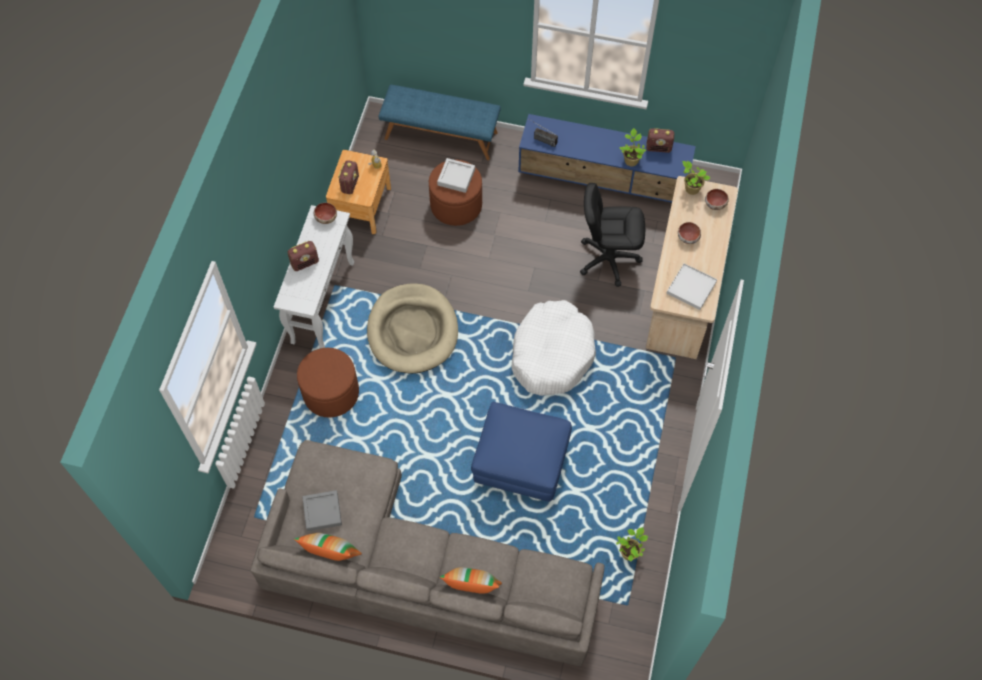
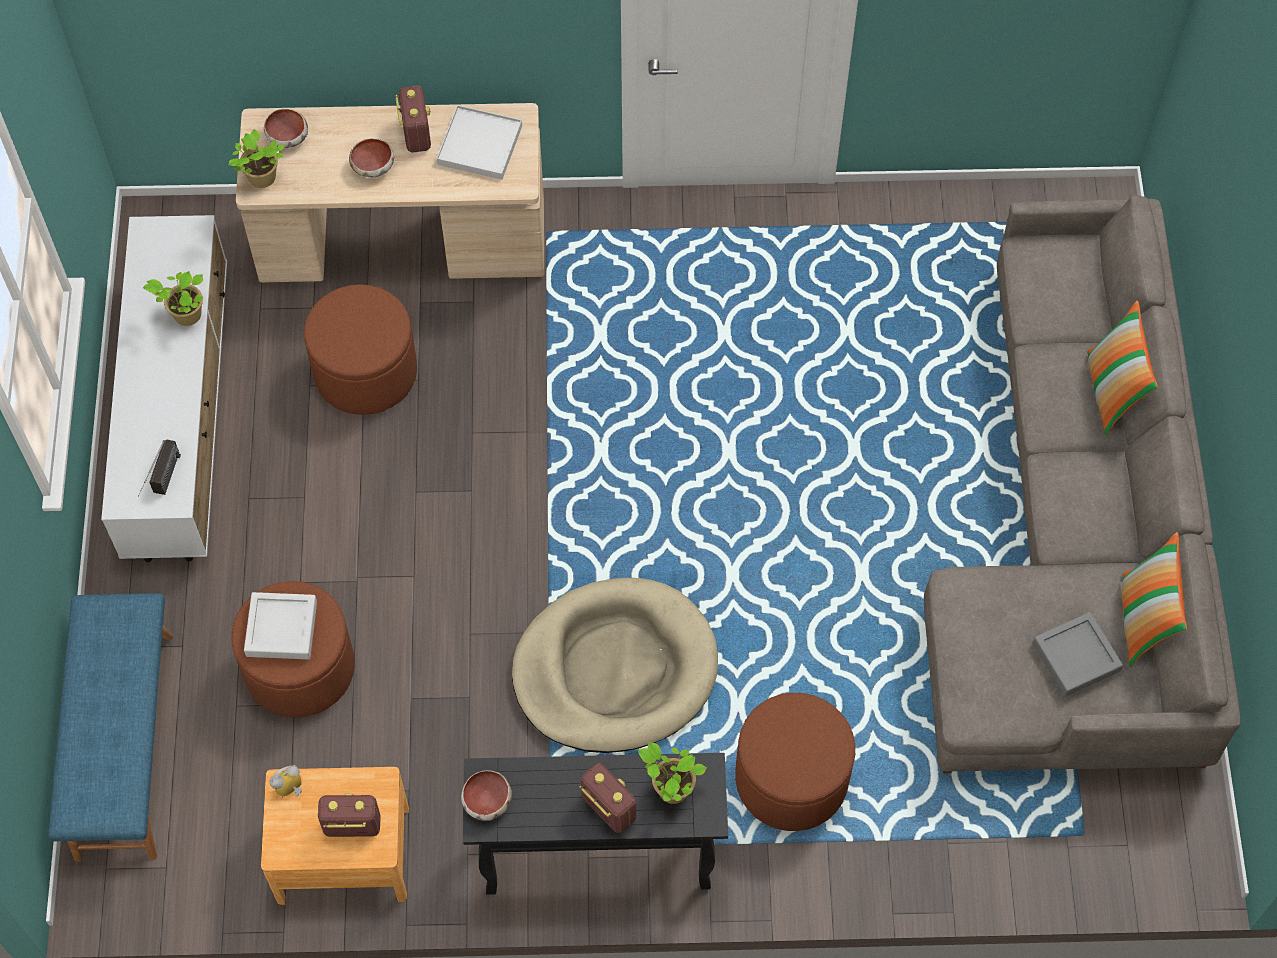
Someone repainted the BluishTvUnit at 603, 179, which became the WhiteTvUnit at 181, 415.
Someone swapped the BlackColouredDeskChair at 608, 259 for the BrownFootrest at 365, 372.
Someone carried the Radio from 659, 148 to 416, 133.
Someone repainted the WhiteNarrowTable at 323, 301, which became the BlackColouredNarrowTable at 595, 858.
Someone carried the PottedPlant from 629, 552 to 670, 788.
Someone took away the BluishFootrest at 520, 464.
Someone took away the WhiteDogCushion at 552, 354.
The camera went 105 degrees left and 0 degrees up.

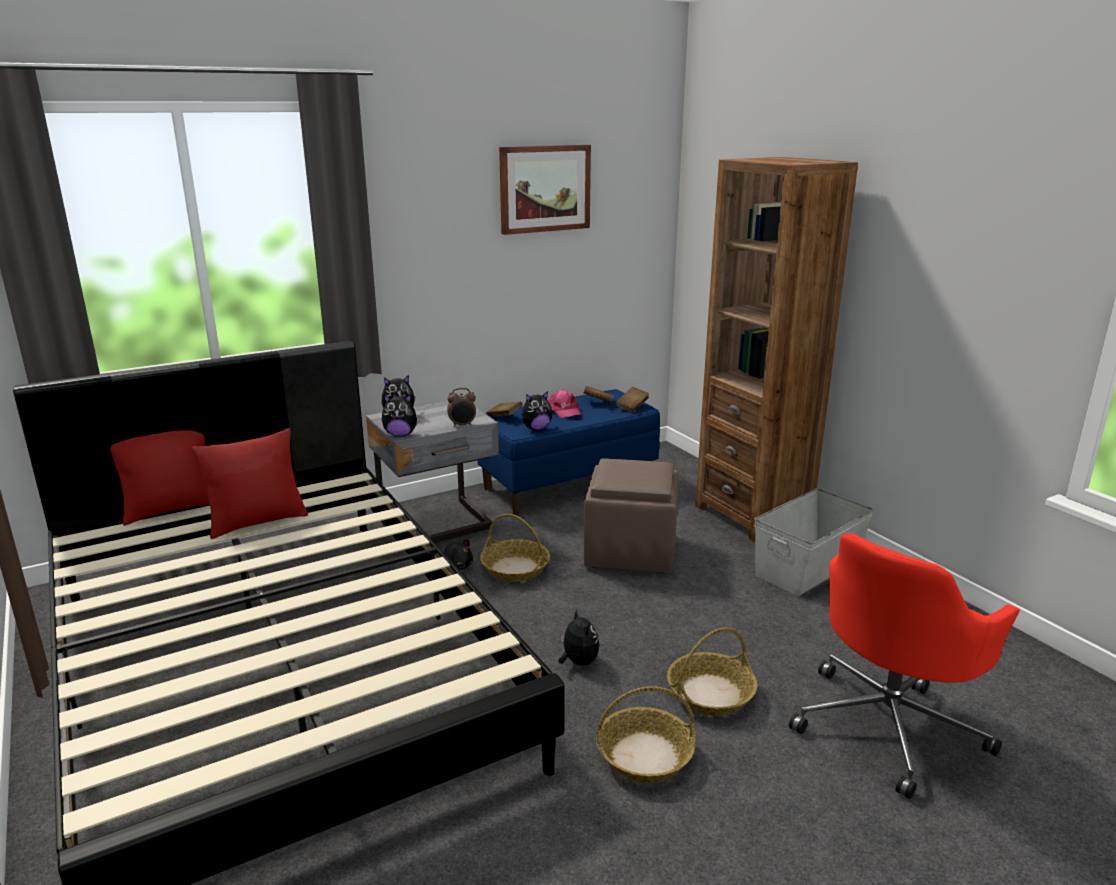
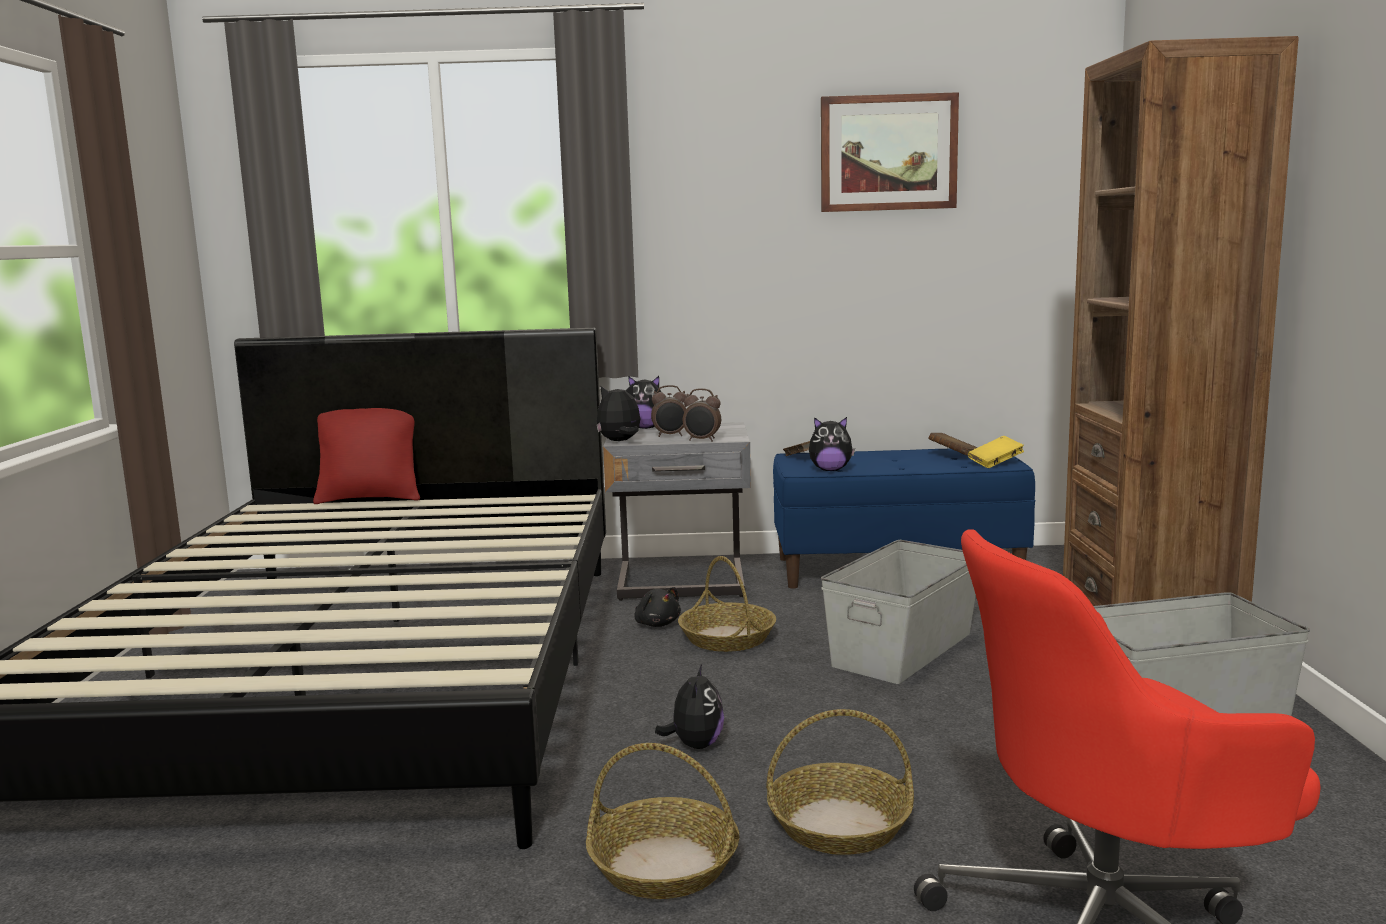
Someone rotated the SoftToy at 401, 435 by 135 degrees clockwise.
Someone put down the AlarmClock at 670, 436.
Someone swapped the BrownFootrest at 629, 552 for the GreyStorageBox at 901, 649.
Someone repainted the BrownBook at 632, 407, which became the YellowishBook at 995, 463.
Someone took away the RedColouredPillow at 257, 522.
Someone took away the PinkishBaseballCap at 564, 410.
The camera went 30 degrees right and 10 degrees down.

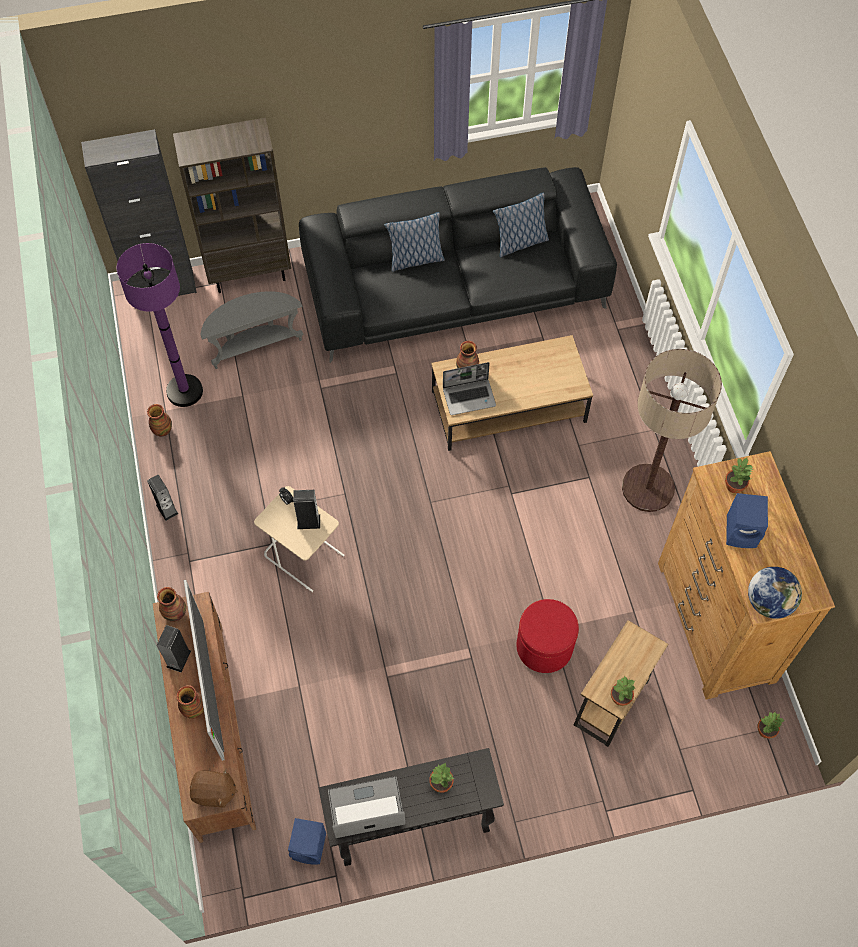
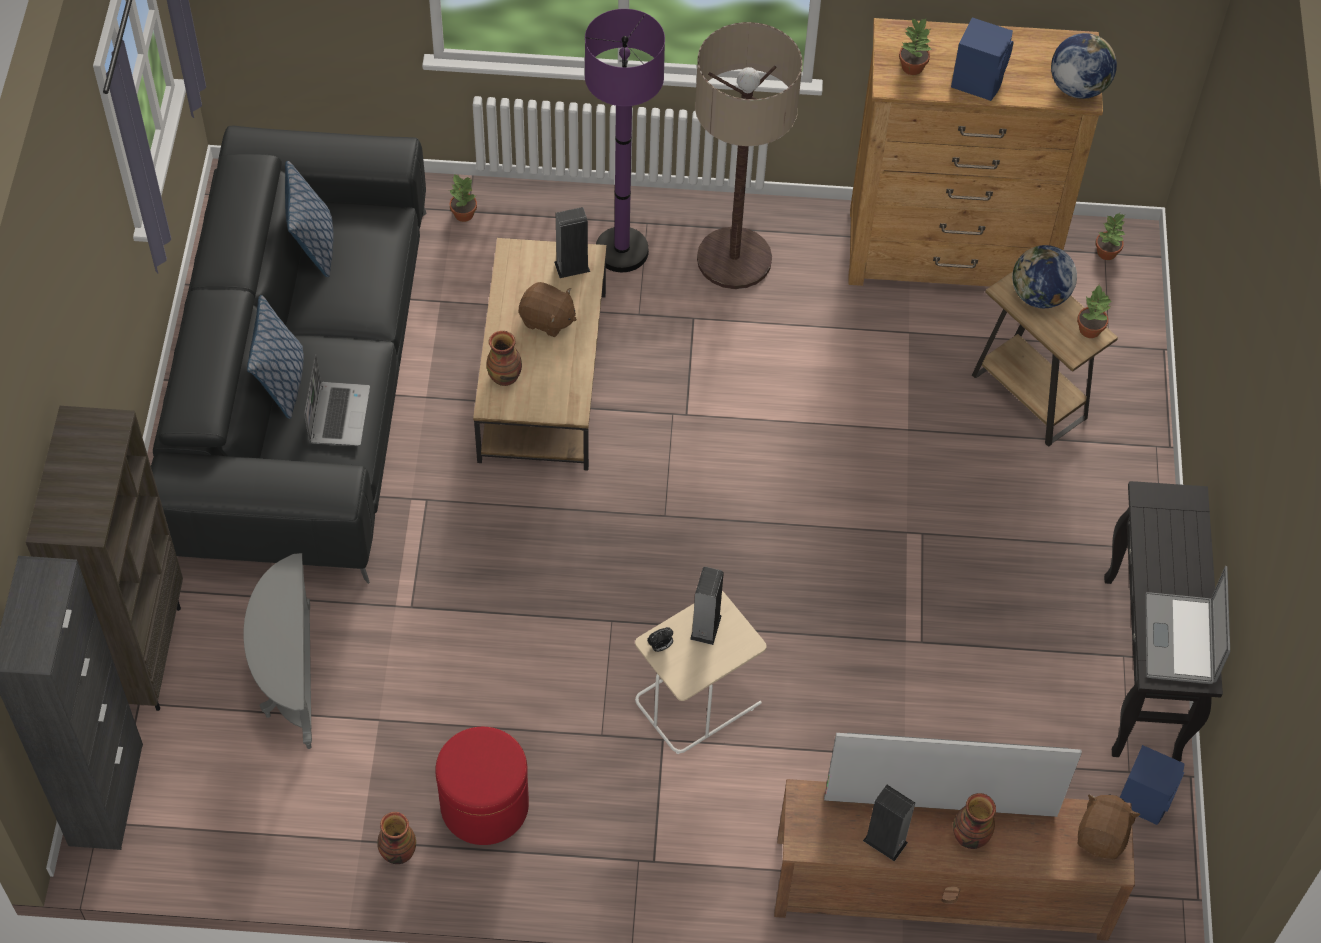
Someone carried the PortableComputer from 469, 397 to 338, 414.
Someone carried the RedColouredFootrest from 544, 647 to 484, 806.
Someone carried the PottedPlant from 441, 783 to 463, 214.
Someone put down the BrownSoftToy at 547, 320.
Someone carried the AudioSpeaker from 167, 509 to 572, 266.
Someone carried the PurpleStandingLamp from 184, 391 to 621, 251.
Someone put down the DeskGlobe at 1039, 296.
Someone took away the DecorativeVase at 176, 613.
The camera went 75 degrees left and 5 degrees down.

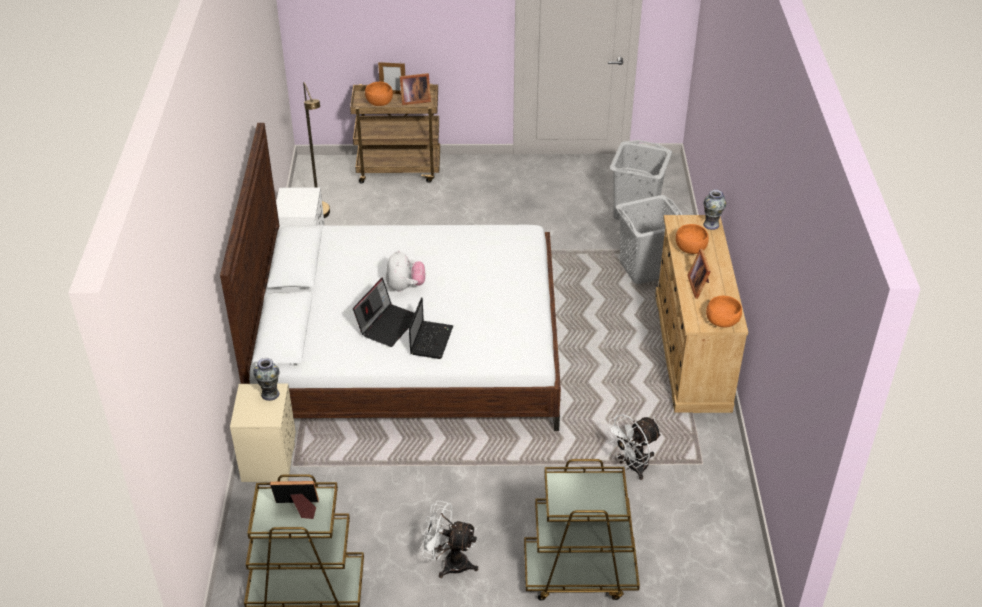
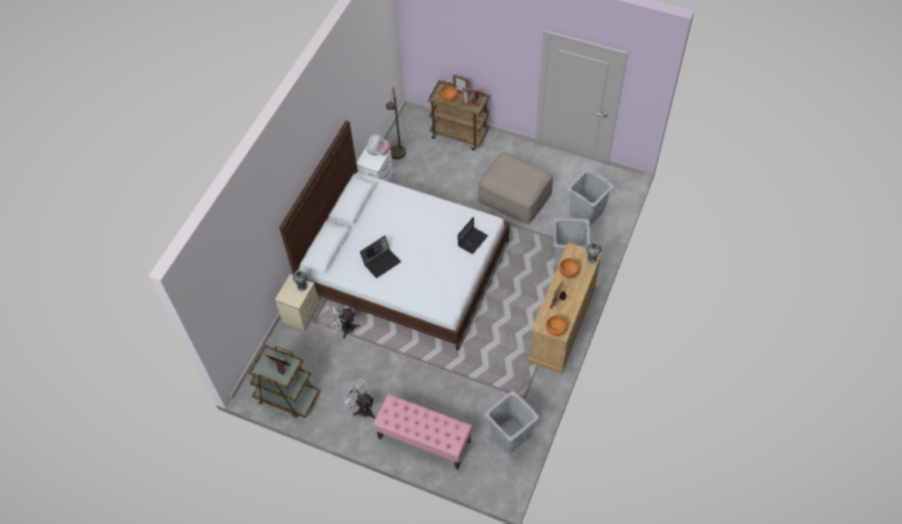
Someone carried the WhiteElectricFan from 632, 467 to 344, 329.
Someone carried the SoftToy from 405, 286 to 378, 153.
Someone swapped the BrownTrolley at 579, 573 for the PinkishBench at 423, 440.
Someone carried the PortableComputer from 431, 339 to 473, 240.
Someone put down the BeigeFootrest at 514, 196.
Someone put down the GreyHamper at 510, 435.
The camera went 25 degrees right and 15 degrees up.

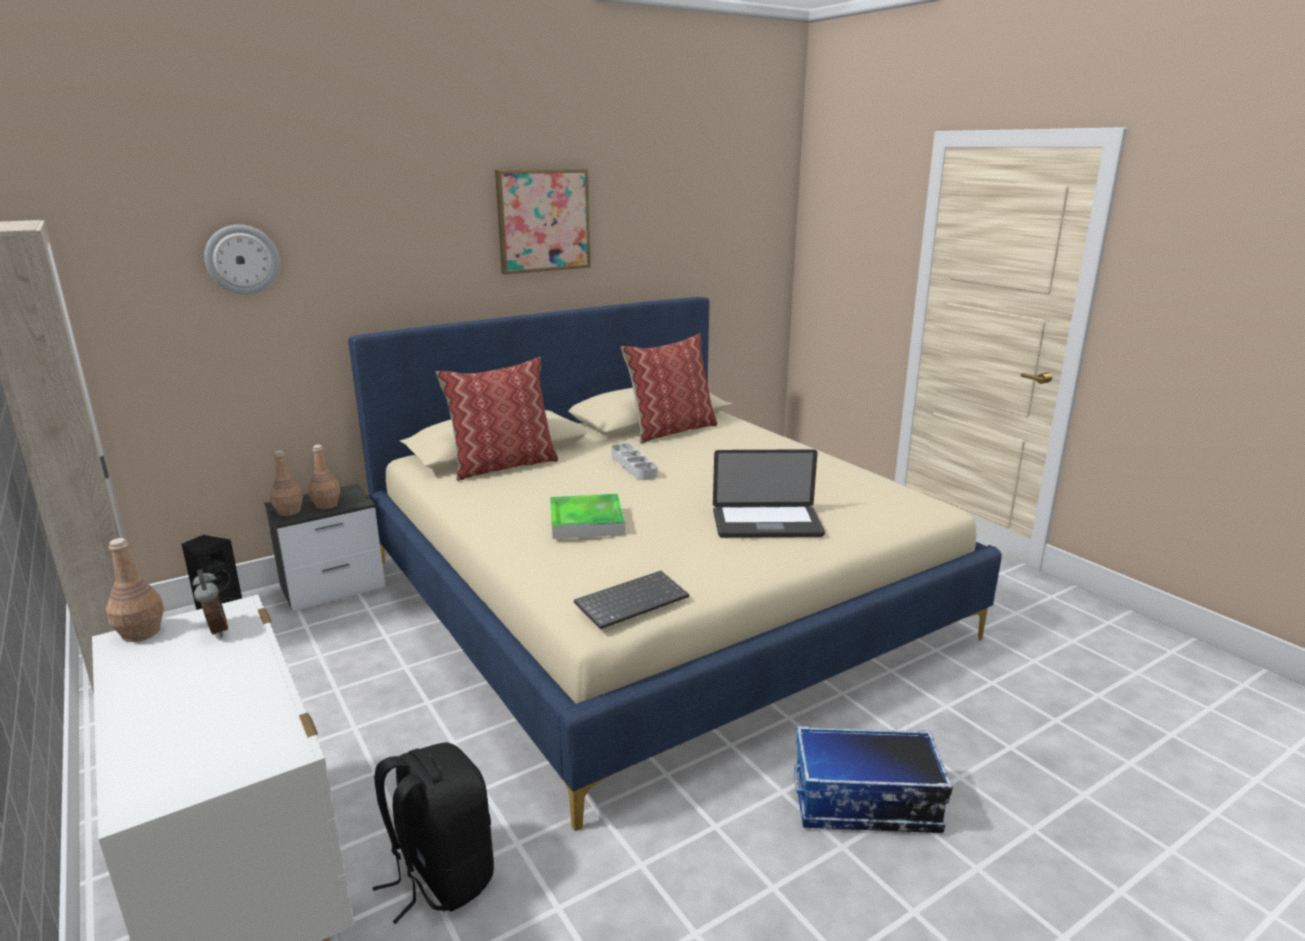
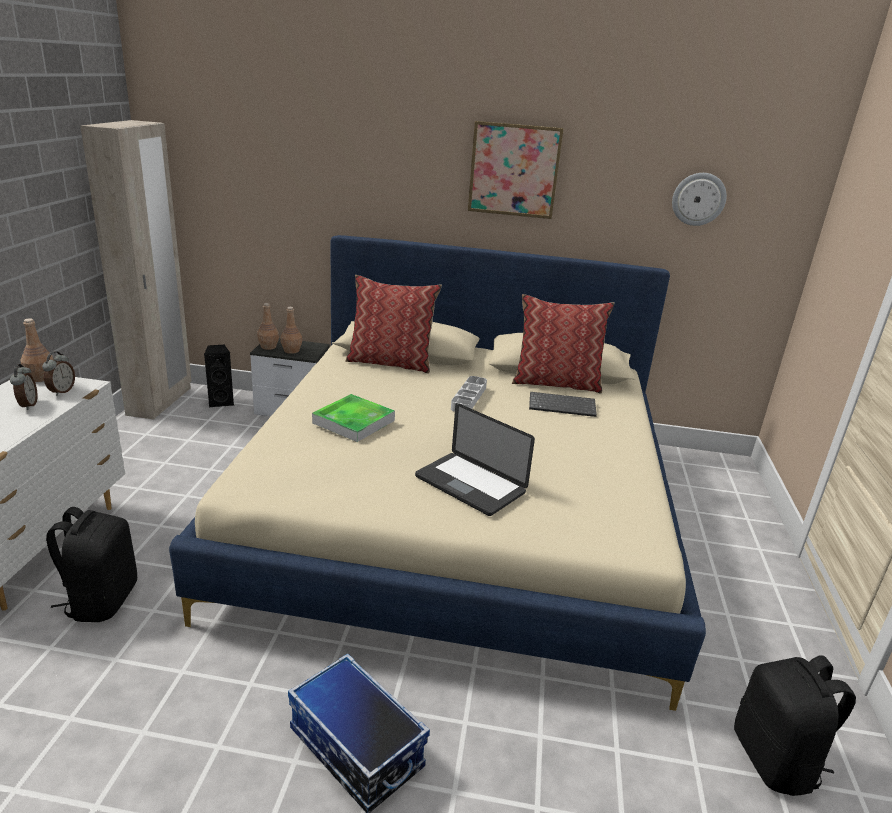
Someone put down the AlarmClock at 27, 405.
Someone carried the ComputerKeyboard from 632, 600 to 563, 405.
Someone carried the HangingClock from 242, 259 to 698, 199.
Someone put down the BlackColouredKnapsack at 776, 760.
The camera went 40 degrees right and 5 degrees up.

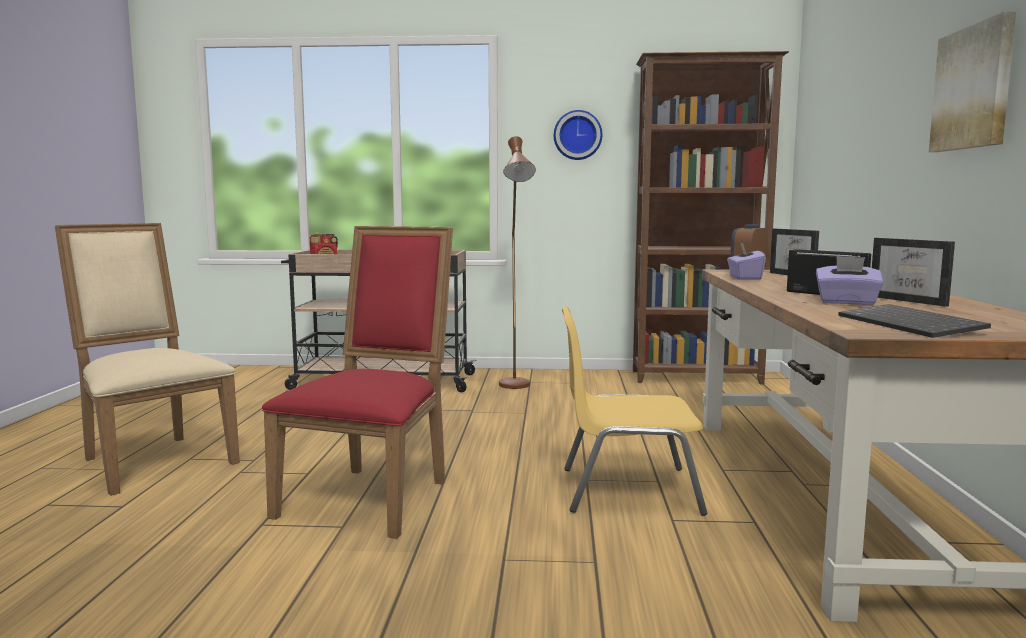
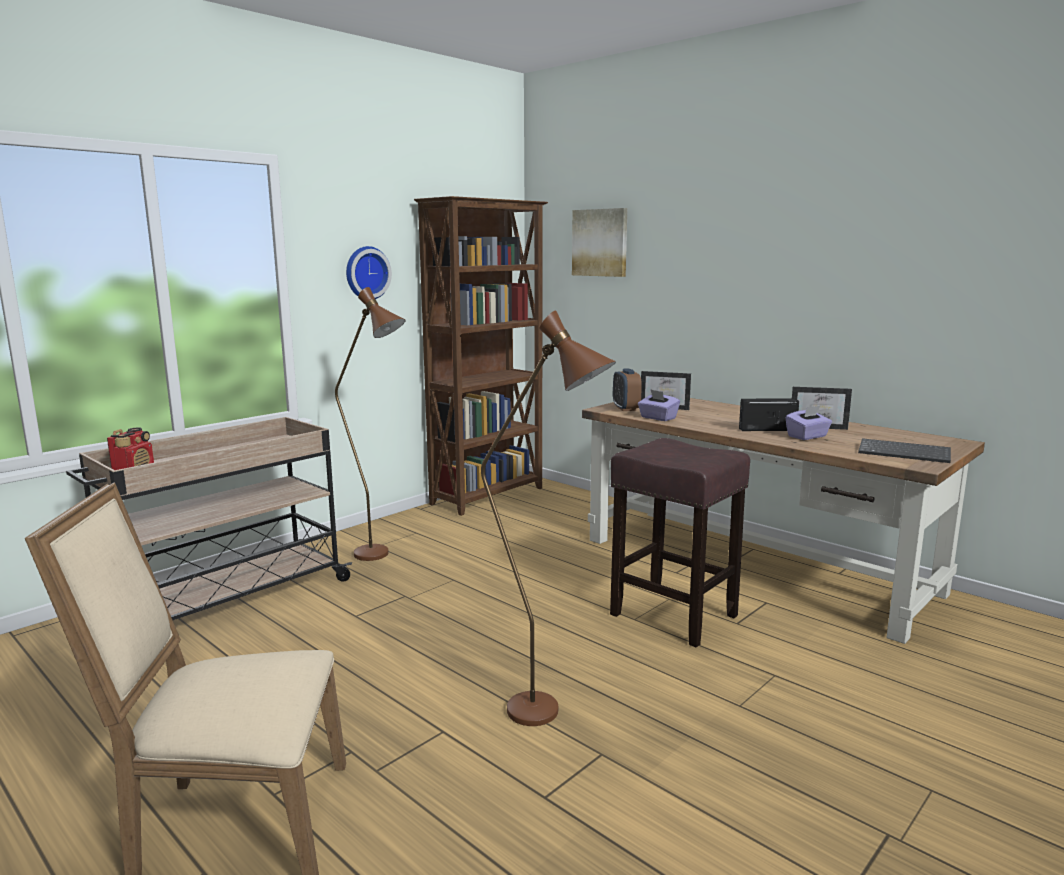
Someone swapped the RedColouredUprightChair at 373, 496 for the BrownStandingLamp at 550, 716.
Someone carried the Picture from 974, 88 to 600, 242.
Someone swapped the YellowishUprightChair at 626, 490 for the BrownStool at 671, 615.
The camera went 50 degrees left and 5 degrees up.

